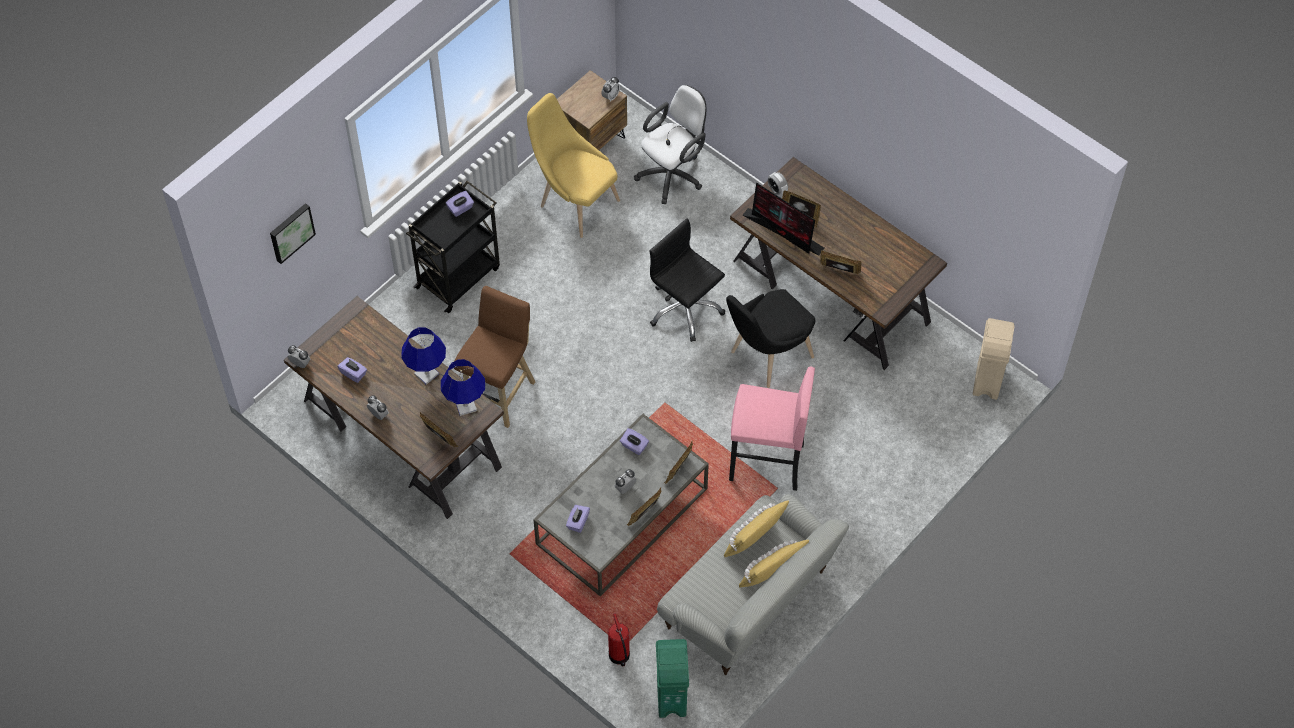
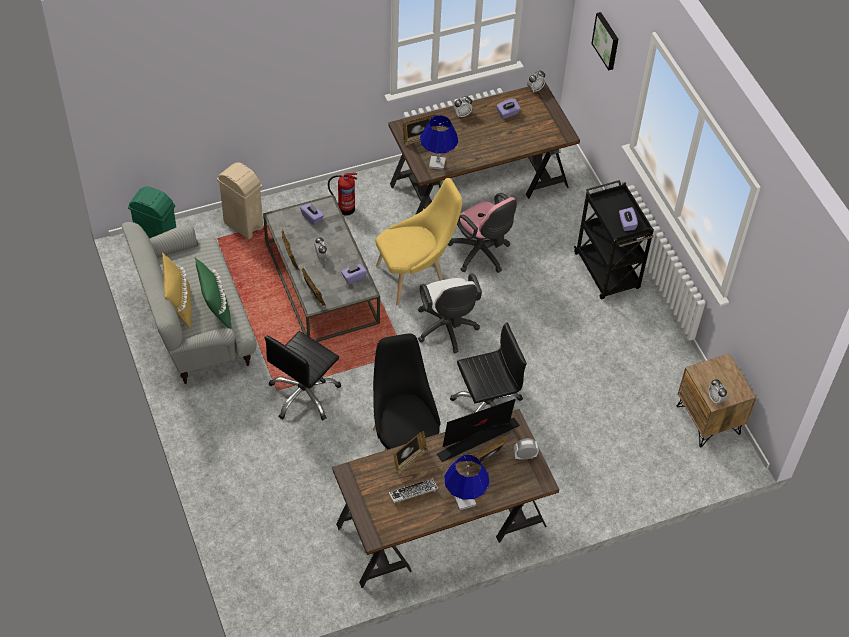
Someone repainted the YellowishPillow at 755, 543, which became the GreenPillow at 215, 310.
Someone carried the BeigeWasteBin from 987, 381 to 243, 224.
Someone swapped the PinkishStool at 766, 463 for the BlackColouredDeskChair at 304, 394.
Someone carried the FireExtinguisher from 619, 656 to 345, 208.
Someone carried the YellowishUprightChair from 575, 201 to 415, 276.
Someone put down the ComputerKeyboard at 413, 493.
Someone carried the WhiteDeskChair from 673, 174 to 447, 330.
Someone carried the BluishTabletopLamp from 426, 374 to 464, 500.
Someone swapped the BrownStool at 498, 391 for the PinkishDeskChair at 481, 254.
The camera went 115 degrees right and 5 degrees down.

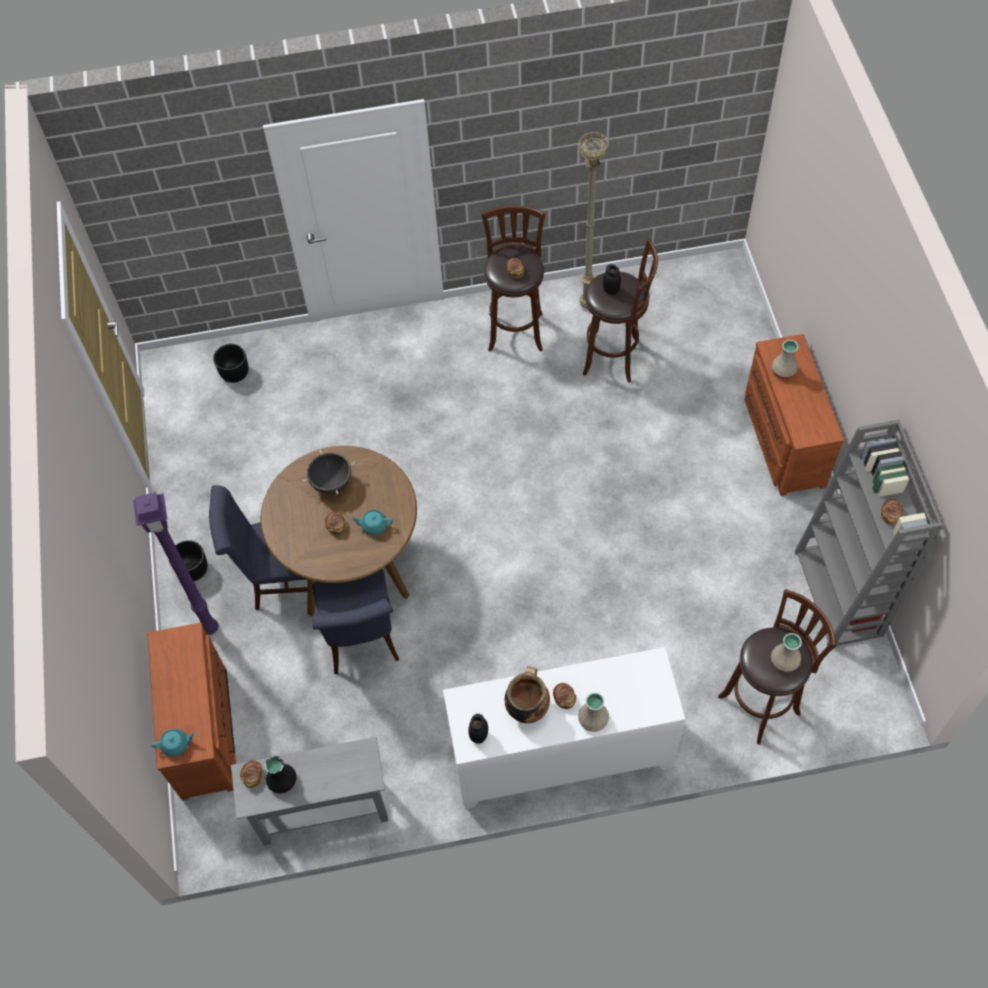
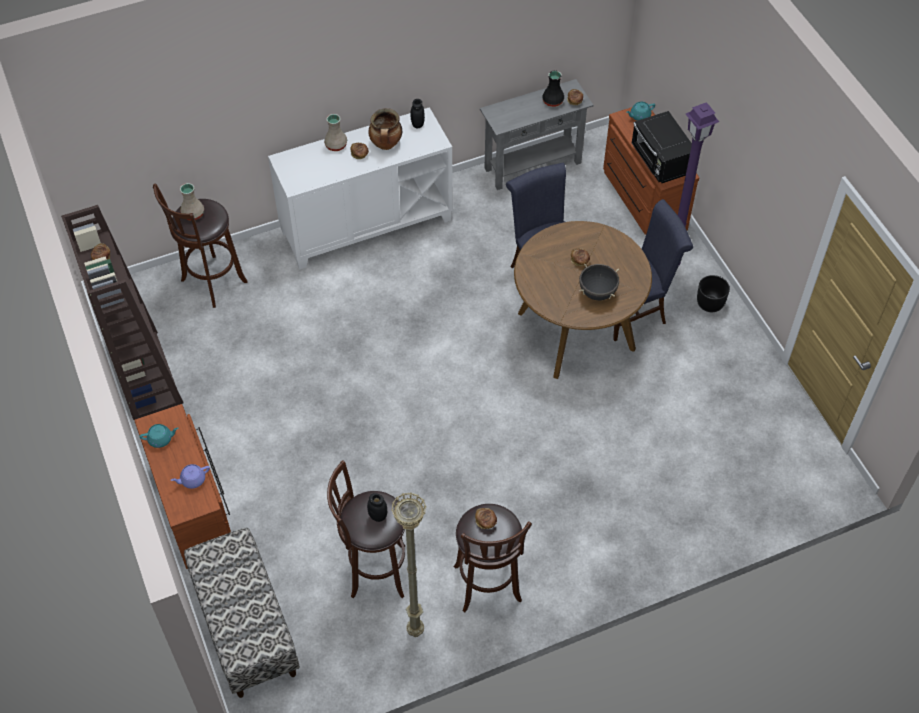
Someone repainted the GreyBookshelf at 839, 594, which became the BrownBookshelf at 144, 374.
Someone carried the BlueGreenTeapot from 373, 526 to 161, 439.
Someone swapped the BeigeDecorativeVase at 783, 370 for the PurpleTeapot at 192, 480.
Someone put down the Bench at 245, 627.
Someone put down the BlackColouredMicrowaveOven at 660, 162.
Someone took away the BlackColouredFlowerPot at 235, 372.
The camera went 165 degrees right and 5 degrees down.

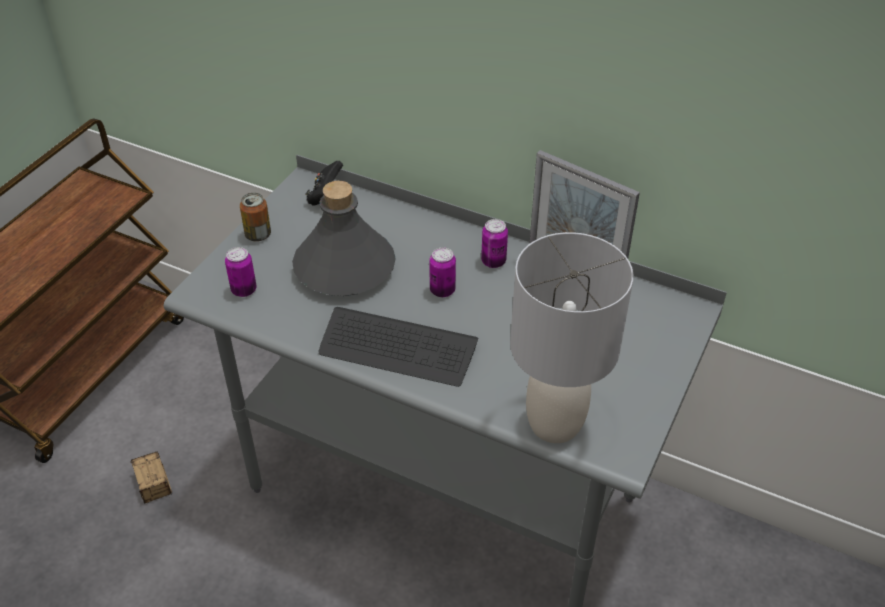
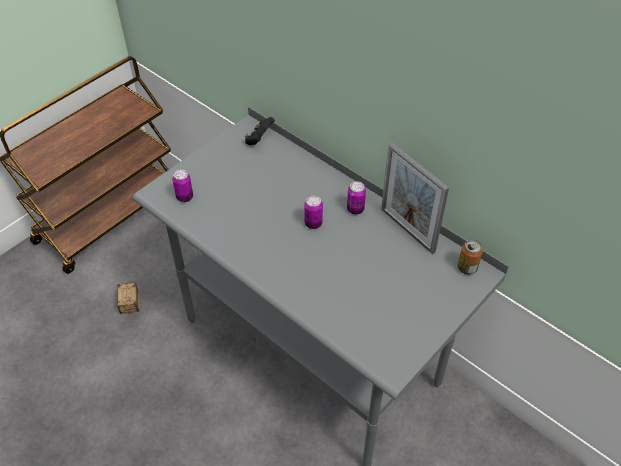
Someone carried the SealedCan from 258, 235 to 467, 268.
Someone took away the GreyDrinkBottle at 345, 268.
Someone took away the ComputerKeyboard at 397, 349.
Someone took away the GreyTabletopLamp at 554, 425.
The camera went 15 degrees right and 5 degrees up.

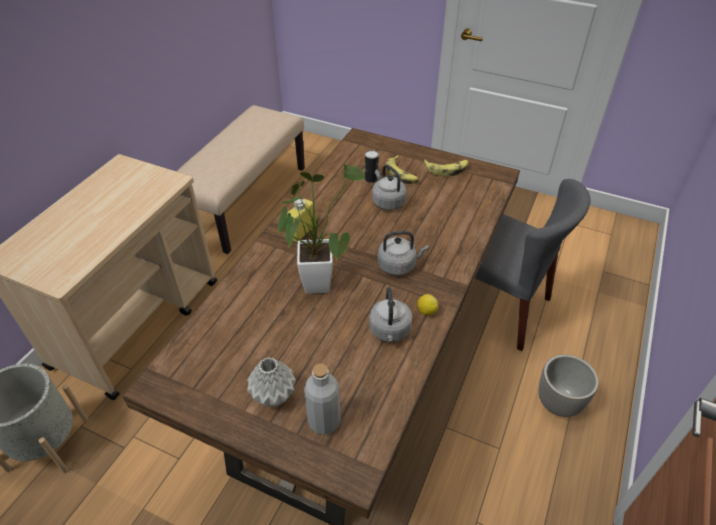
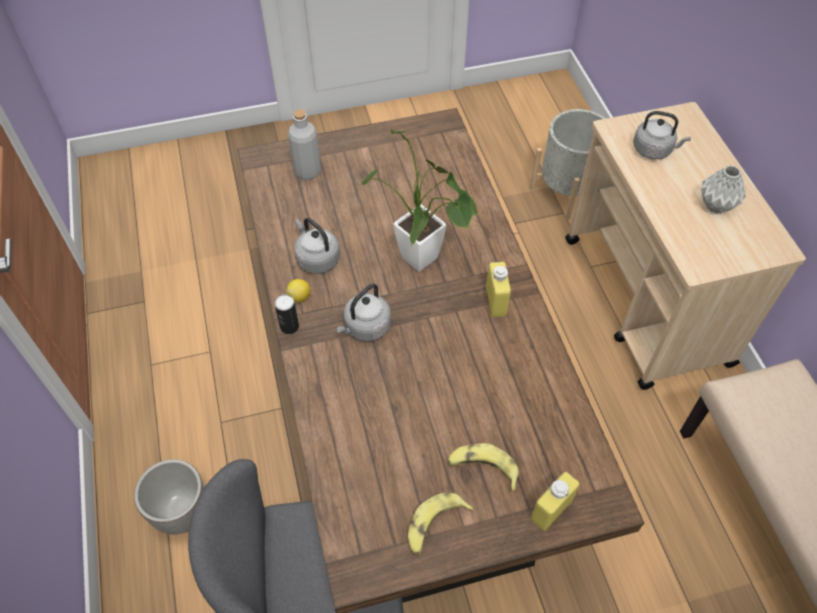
Someone carried the SealedCan from 371, 179 to 289, 326.
Someone put down the YellowishDrinkBottle at 551, 510.
Someone carried the GreyTeaKettle from 387, 201 to 654, 150.
Someone carried the GreyDecorativeVase from 273, 397 to 716, 205.
The camera went 140 degrees right and 10 degrees up.

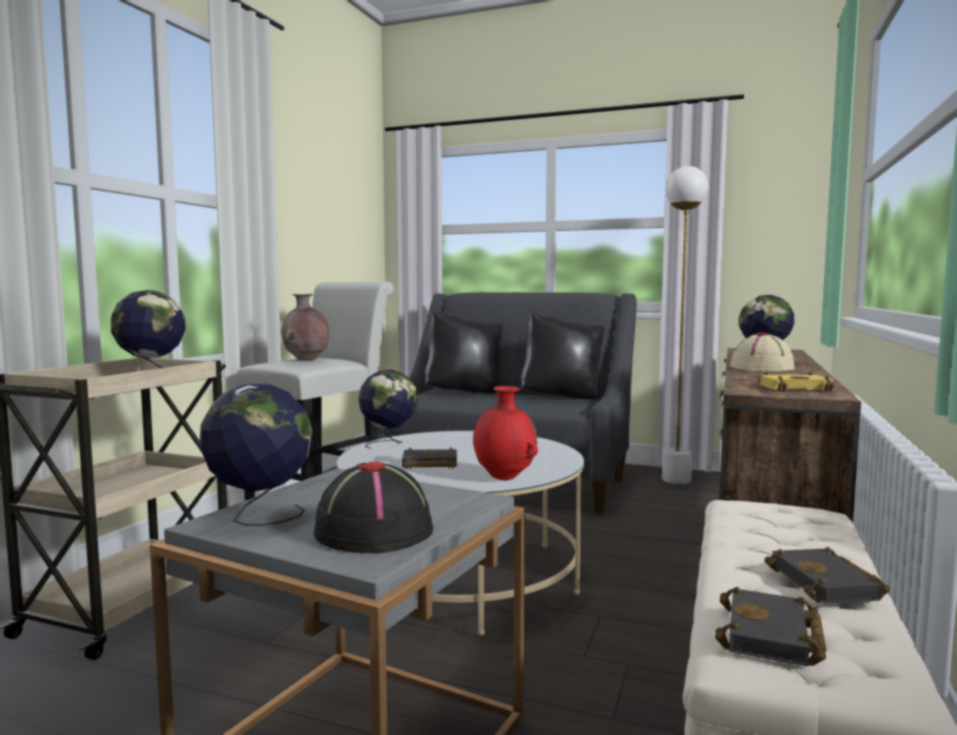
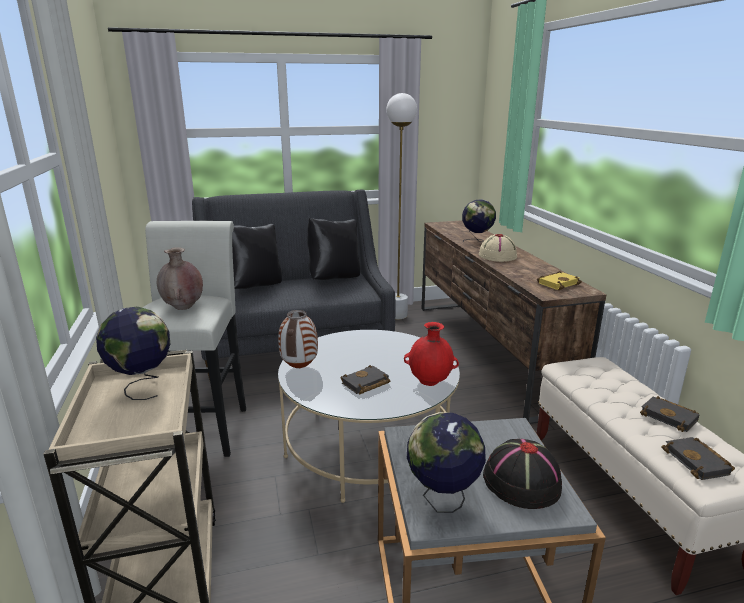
Someone swapped the DeskGlobe at 389, 444 for the DecorativeVase at 299, 368.
The camera went 35 degrees left and 15 degrees up.

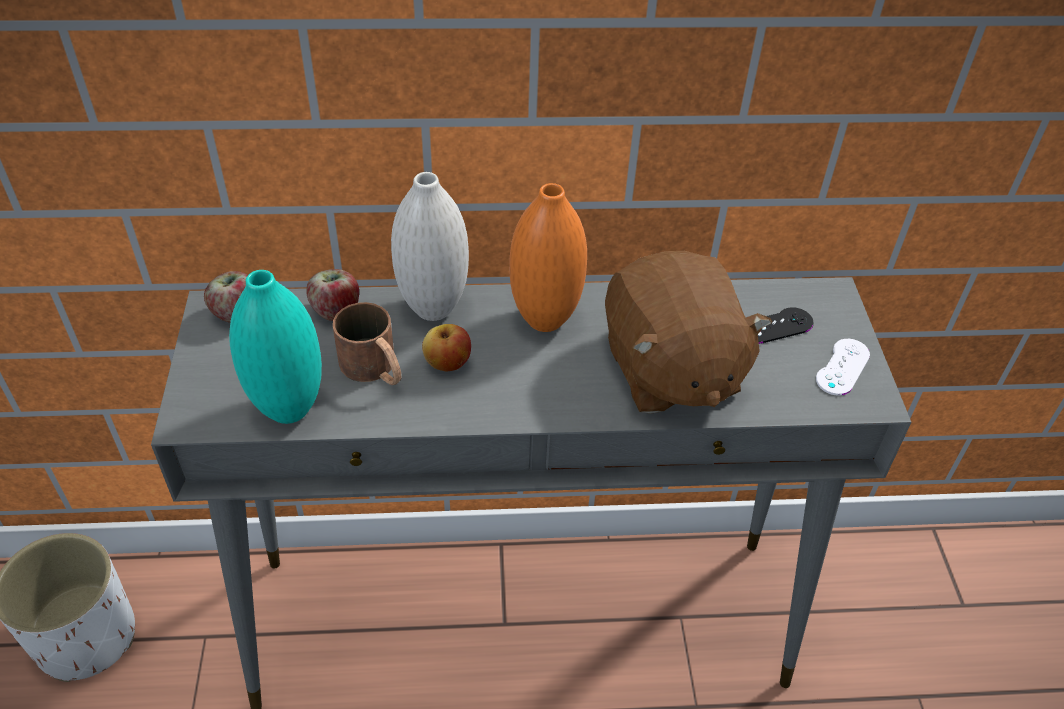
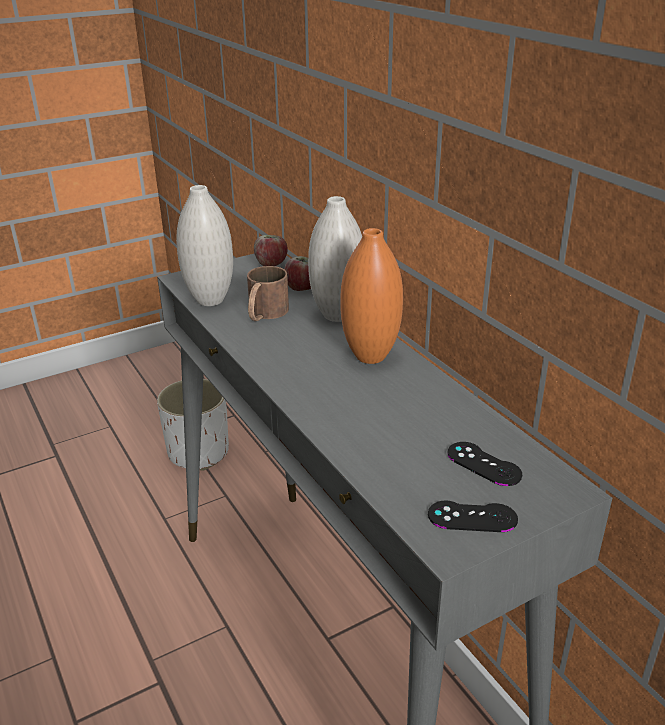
Someone repainted the BlueGreenDecorativeVase at 289, 409, which became the WhiteDecorativeVase at 210, 300.
Someone repainted the WhiteJoypad at 842, 367, which became the BlackColouredJoypad at 472, 517.
Someone took away the Apple at 447, 363.
Someone took away the BrownSoftToy at 669, 370.
The camera went 65 degrees right and 15 degrees down.

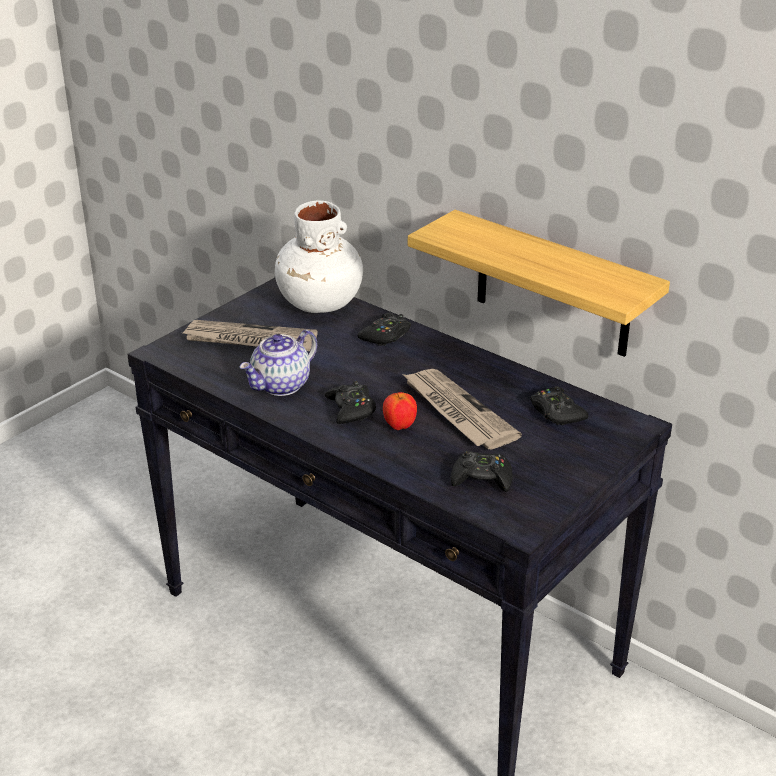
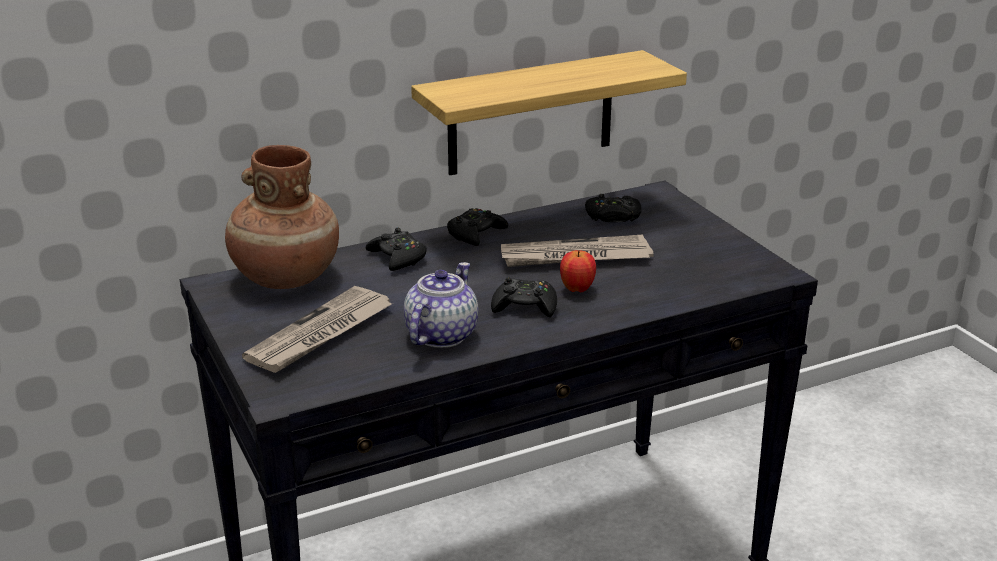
Someone repainted the WhiteDecorativeVase at 319, 303, which became the BrownDecorativeVase at 285, 277.
Someone rotated the Teapot at 281, 385 by 135 degrees counterclockwise.
Someone carried the BlackColouredJoypad from 482, 478 to 476, 234.
The camera went 65 degrees left and 5 degrees down.

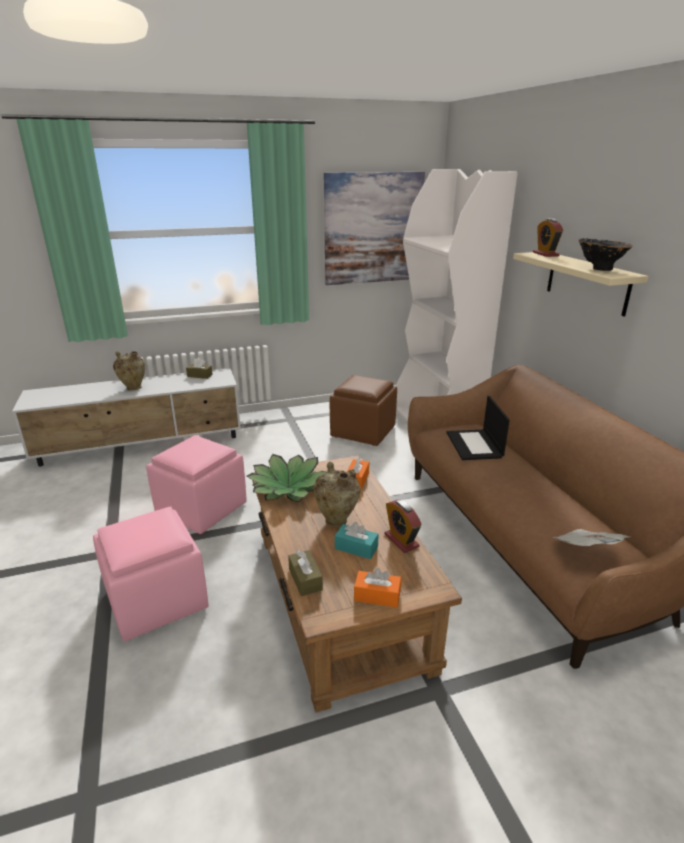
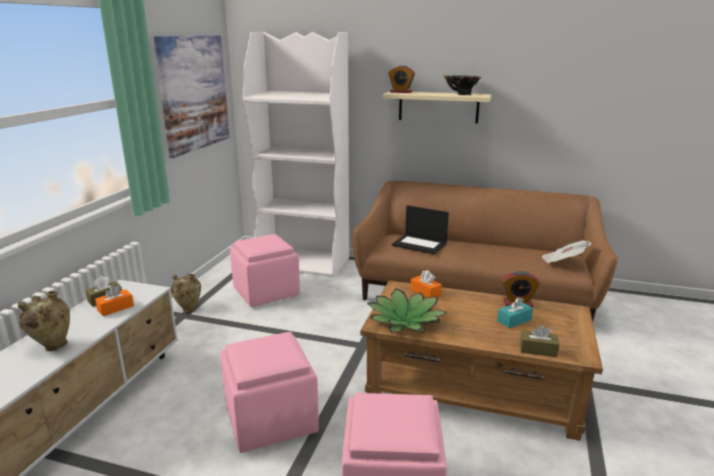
Someone carried the OrangeColouredTissueHolder from 377, 596 to 115, 308.
Someone carried the BeigeDecorativeVase from 337, 520 to 188, 308.
Someone repainted the BrownFootrest at 364, 431, which became the PinkishFootrest at 266, 292.
The camera went 55 degrees left and 5 degrees down.

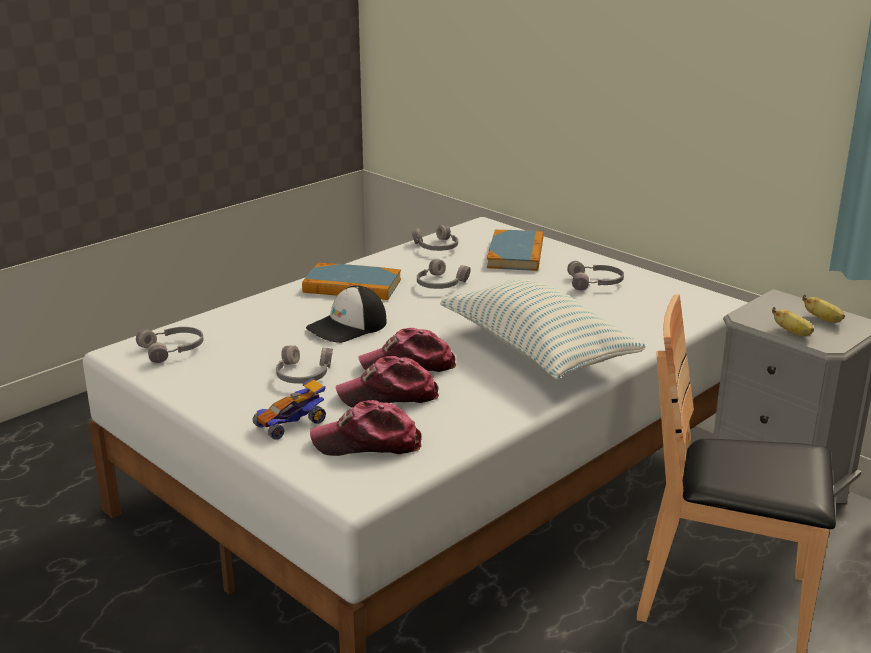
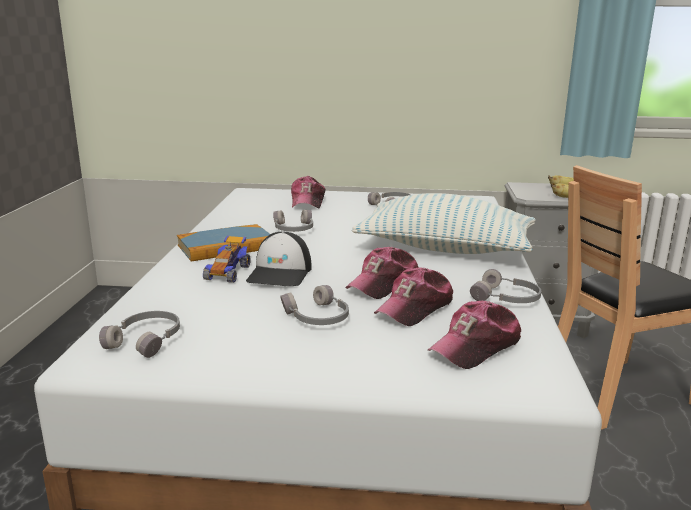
Someone carried the MiniatureCar from 291, 423 to 227, 272.
Someone swapped the Book at 516, 254 for the BaseballCap at 308, 202.
Someone carried the GreyHeadset from 436, 247 to 506, 298.
The camera went 40 degrees left and 5 degrees down.

